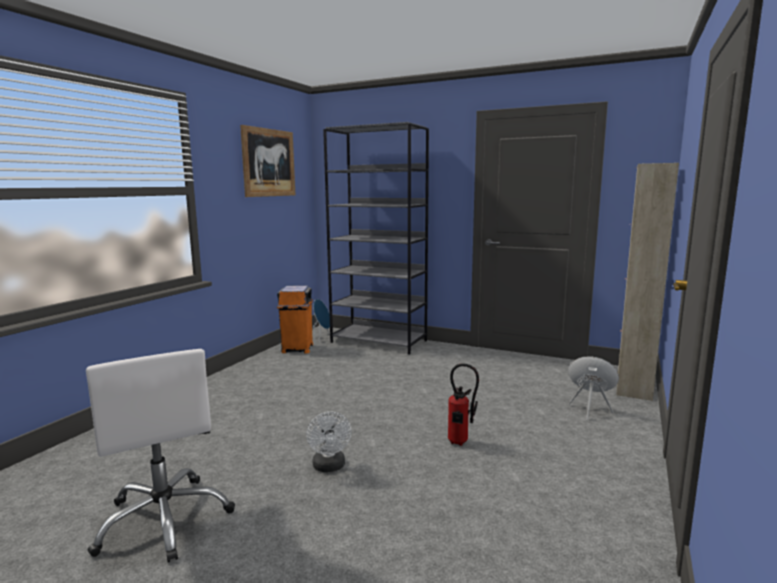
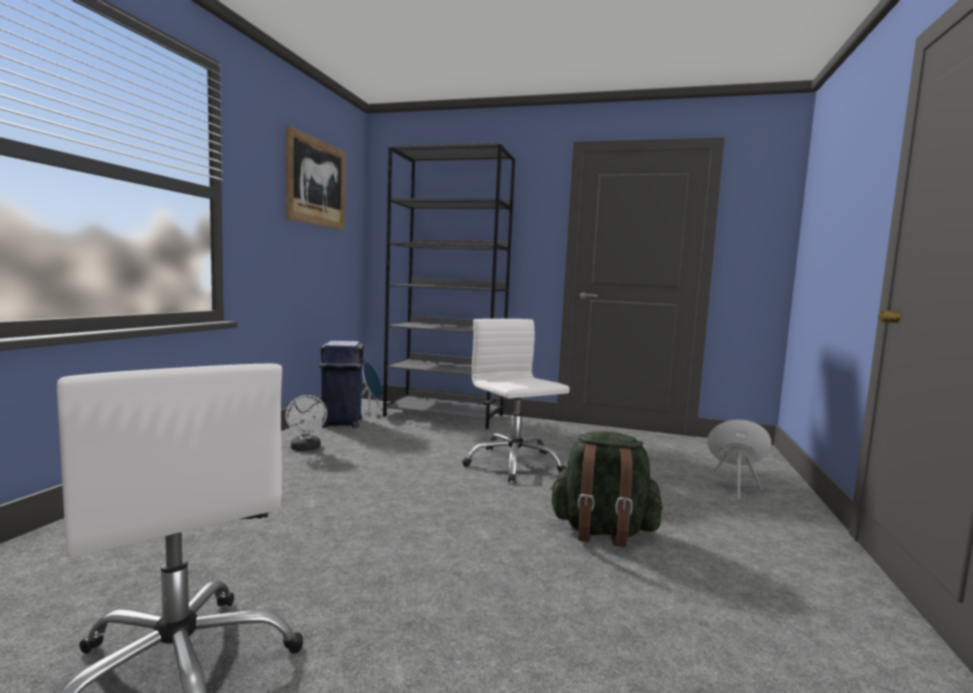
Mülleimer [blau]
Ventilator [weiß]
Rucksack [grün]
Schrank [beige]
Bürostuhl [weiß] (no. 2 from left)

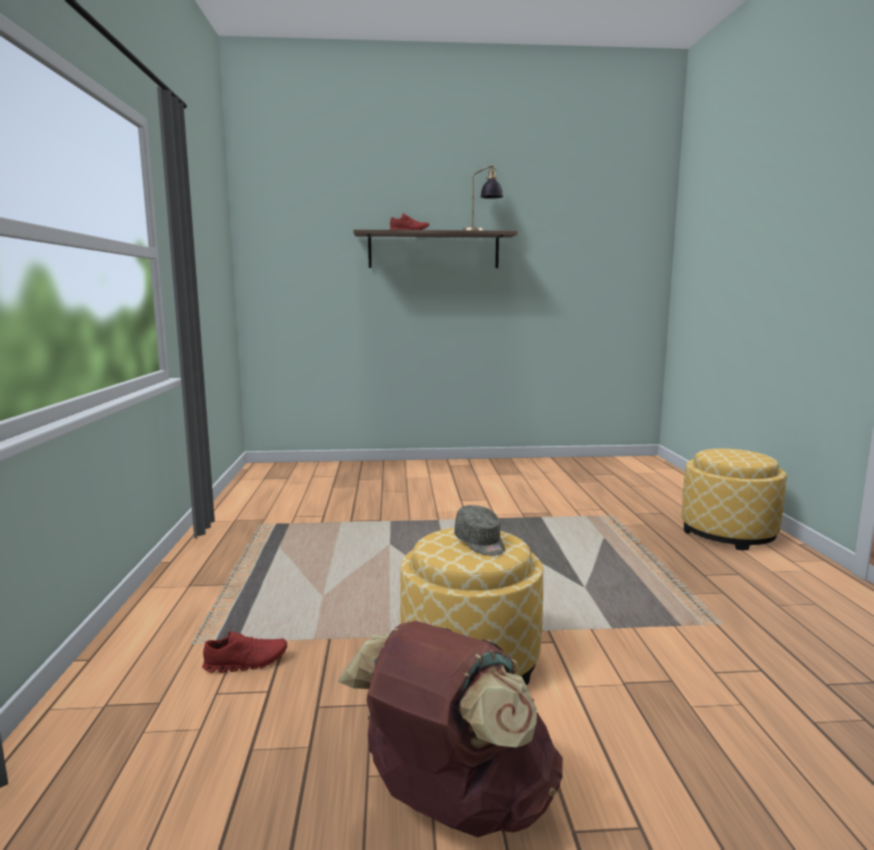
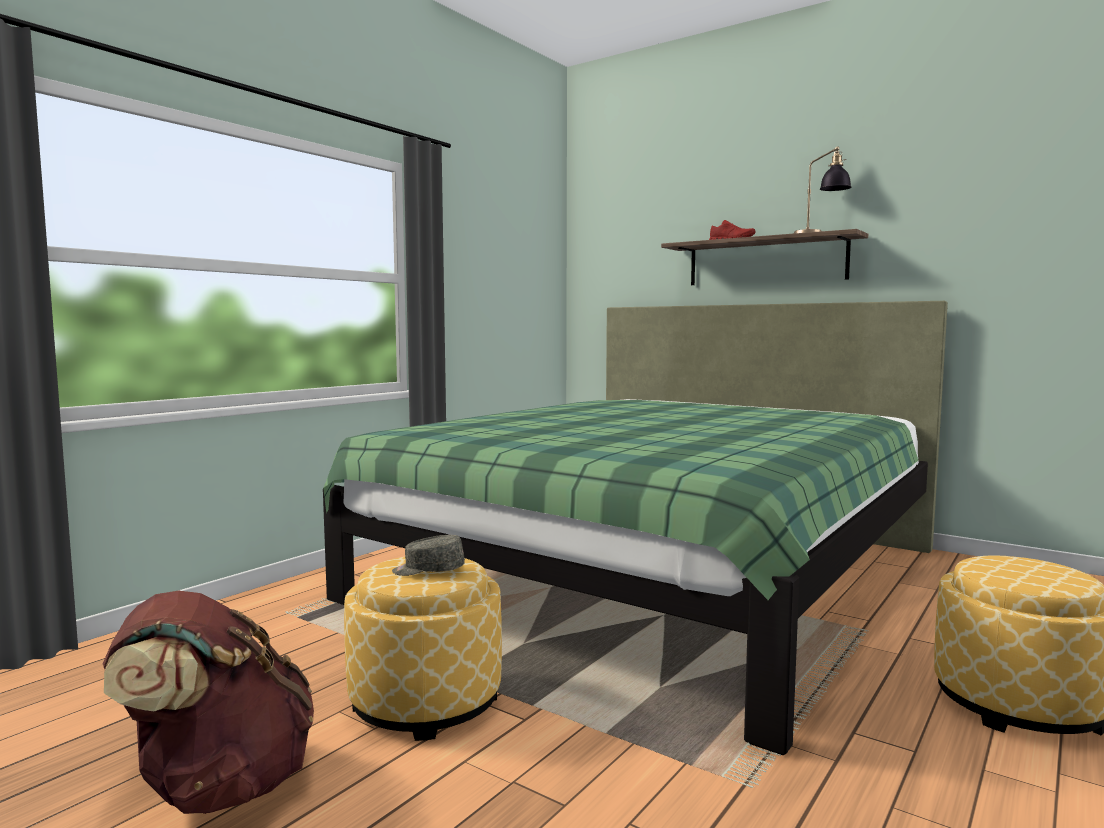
Schuh [rot] (no. 1 from left in the first image)
Kappe [grau]
Bett [grün]

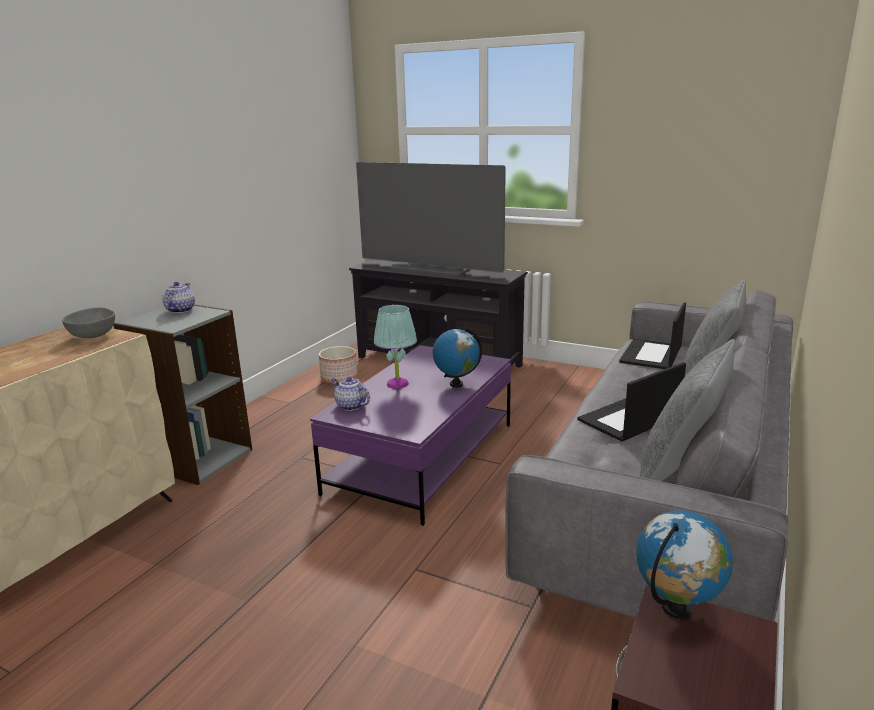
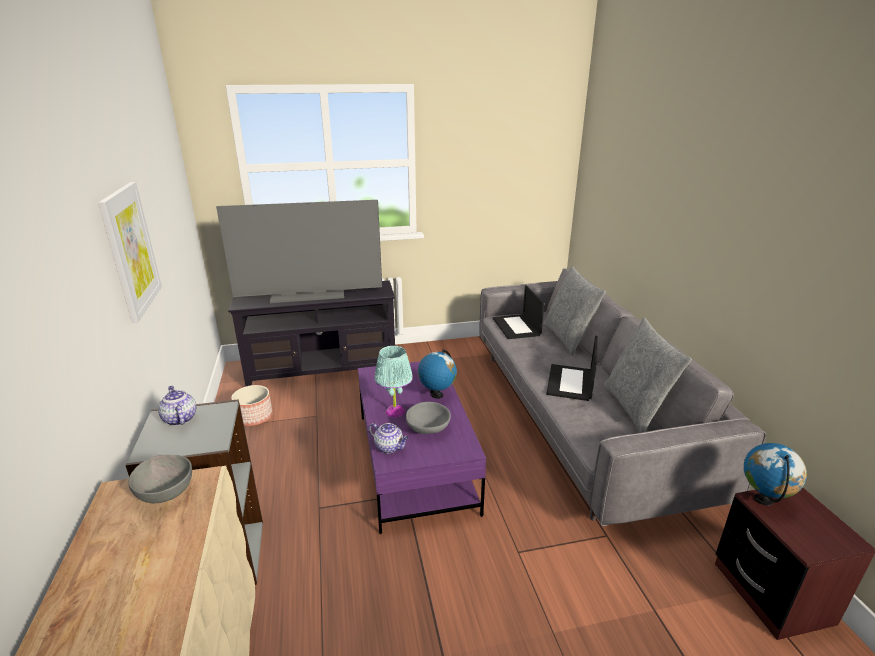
Teekanne (no. 2 from left)
Bild
Schüssel [grau] (no. 2 from left)

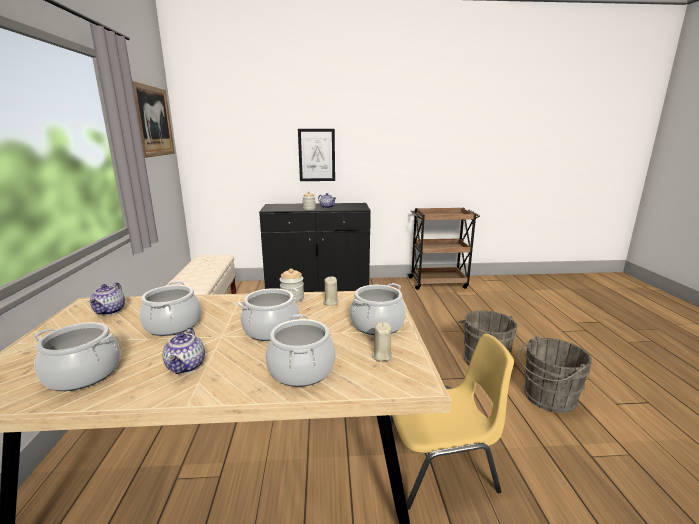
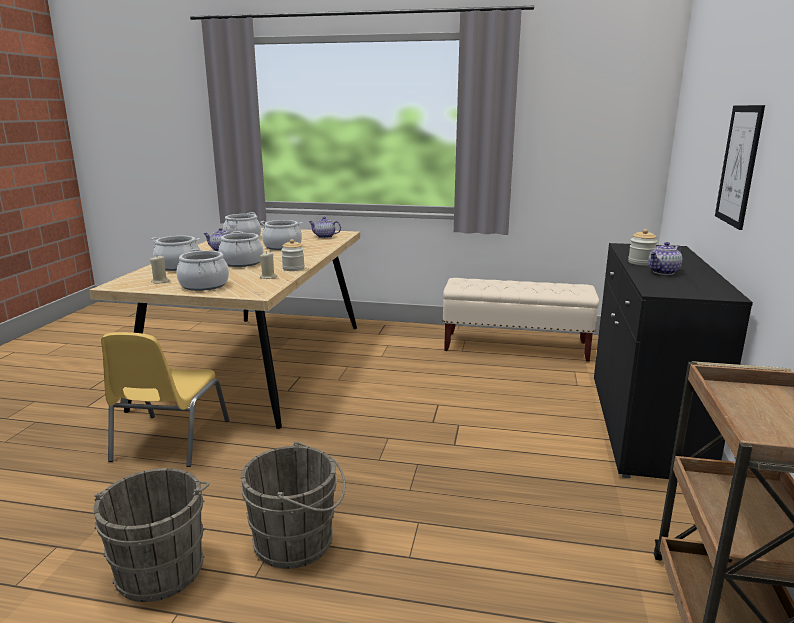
Bild (no. 1 from left in the first image)

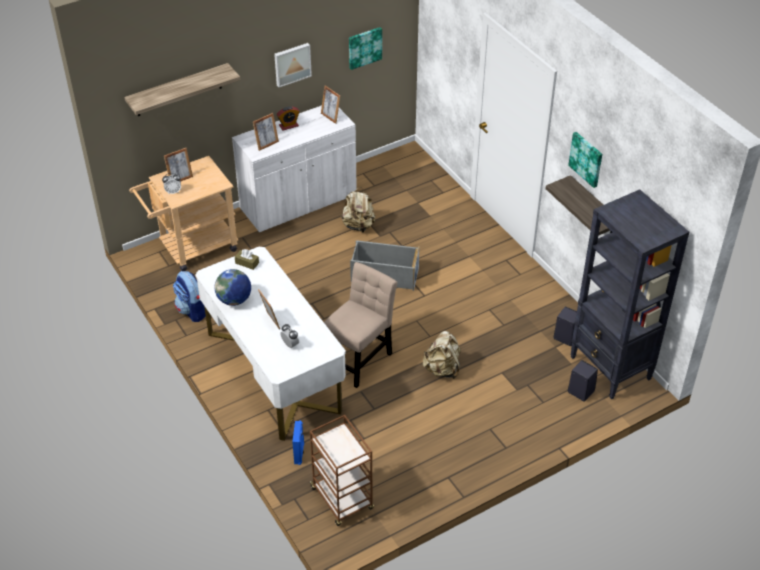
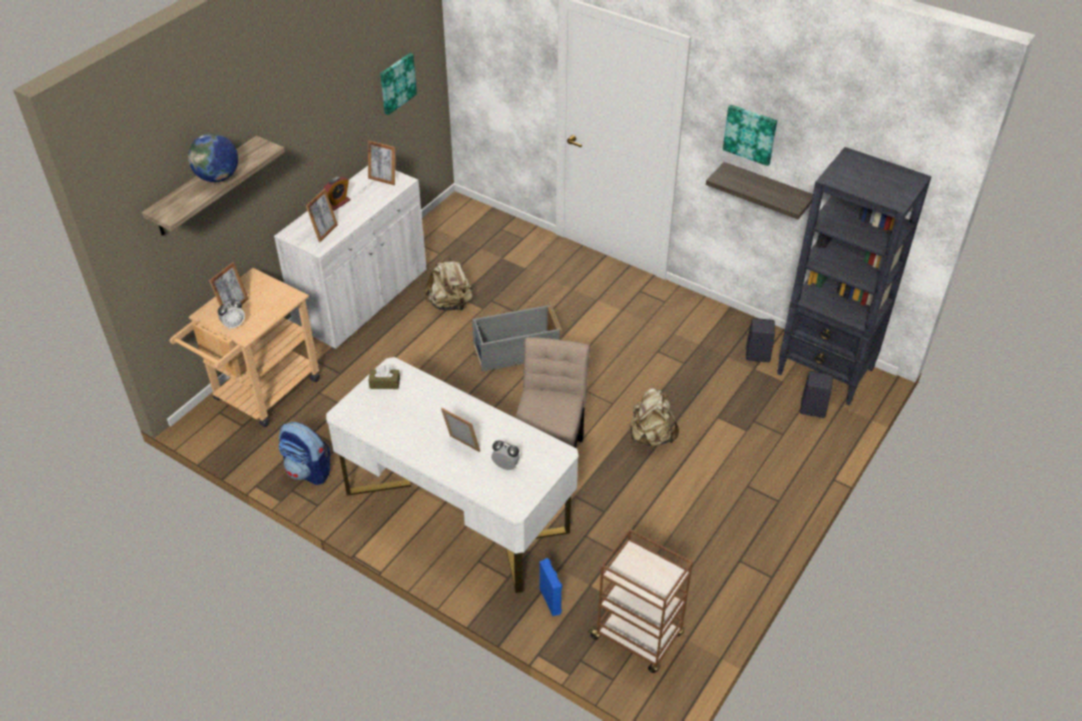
Globus
Bild (no. 1 from left in the first image)

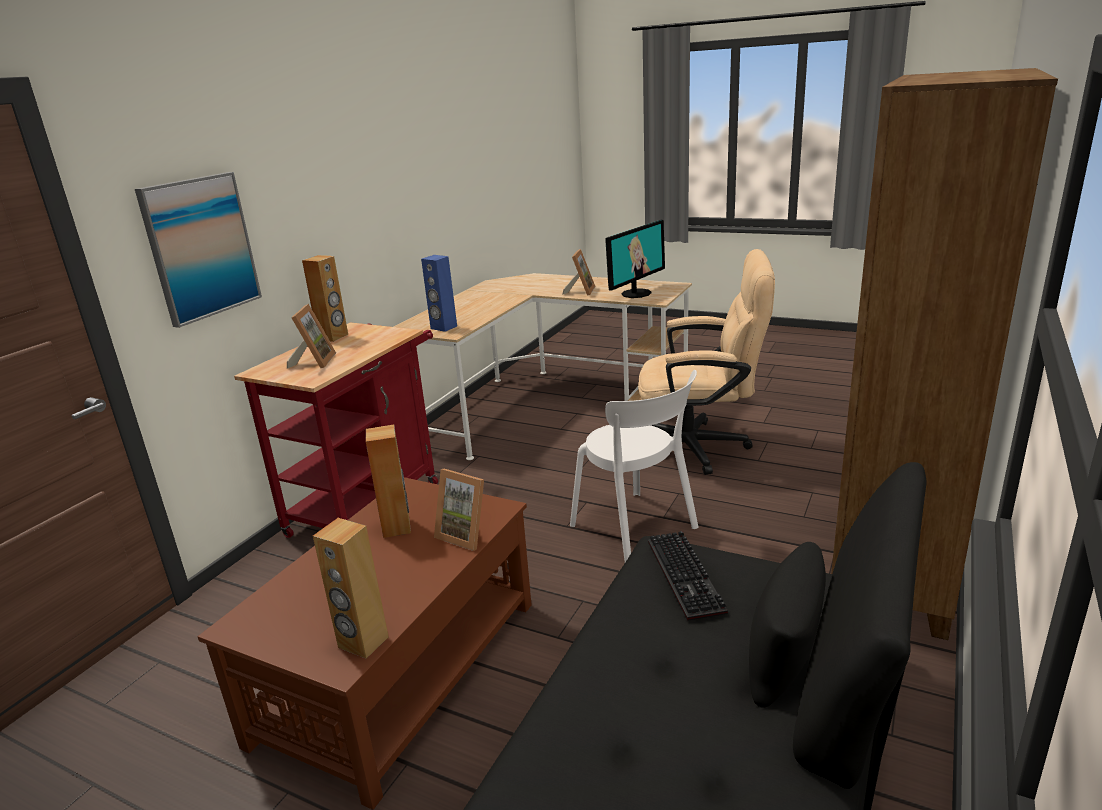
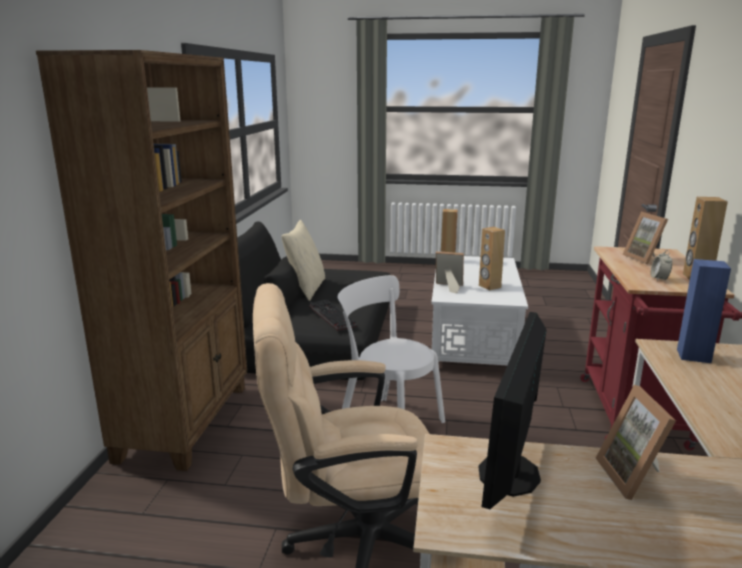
Bild
Couchtisch [weiß]
Kissen [beige]
Wecker

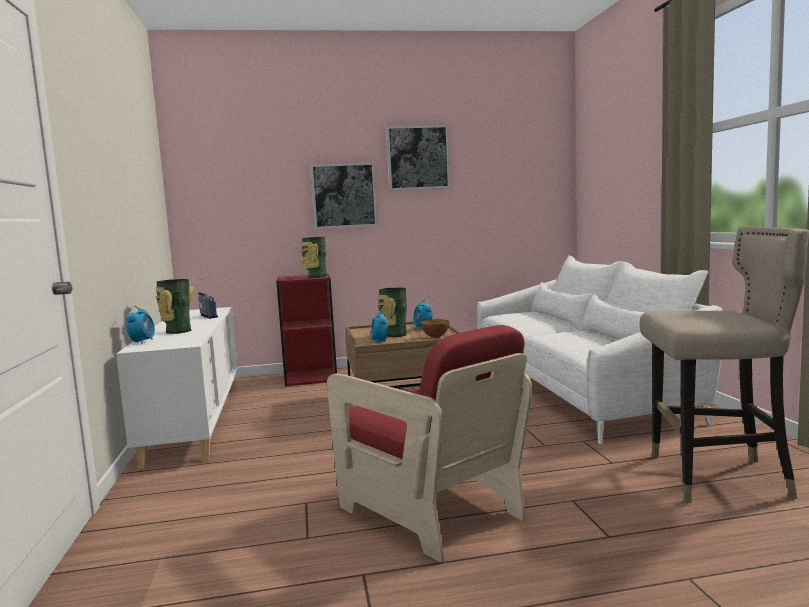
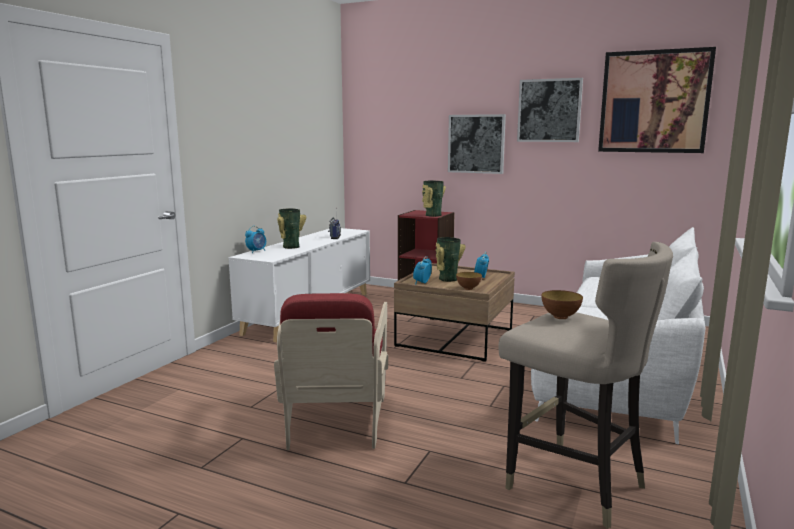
Schüssel (no. 2 from left)
Bild (no. 3 from left)

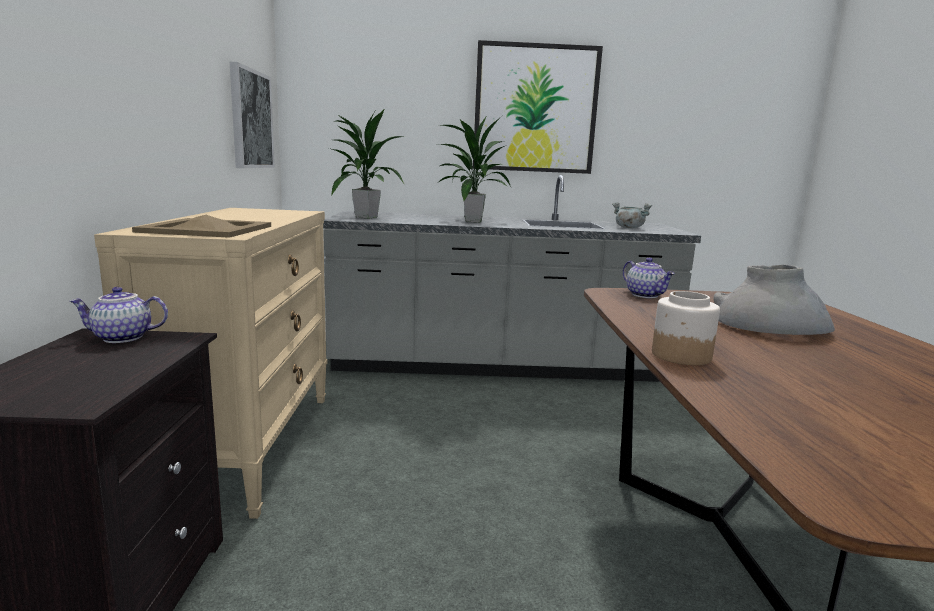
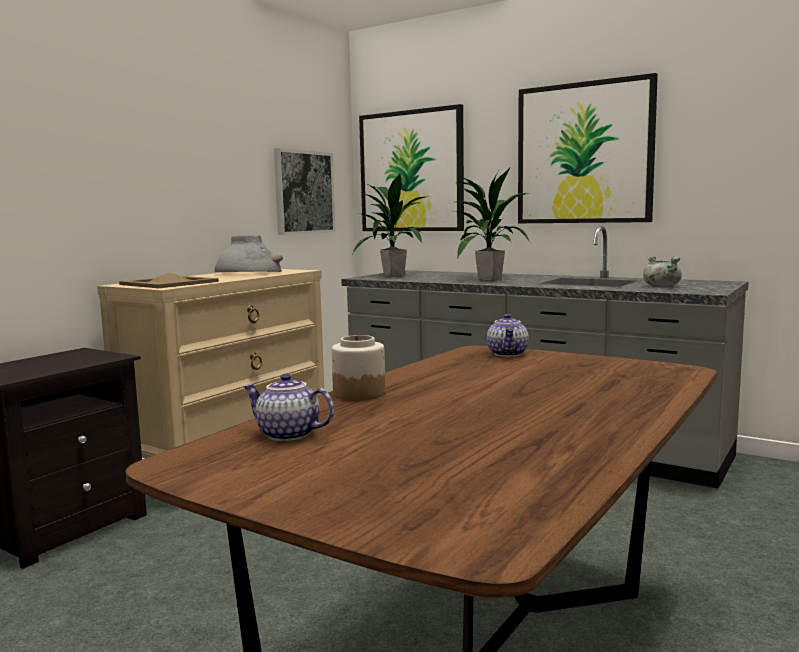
Teekanne (no. 1 from left)
Vase [grau]
Bild (no. 2 from left)

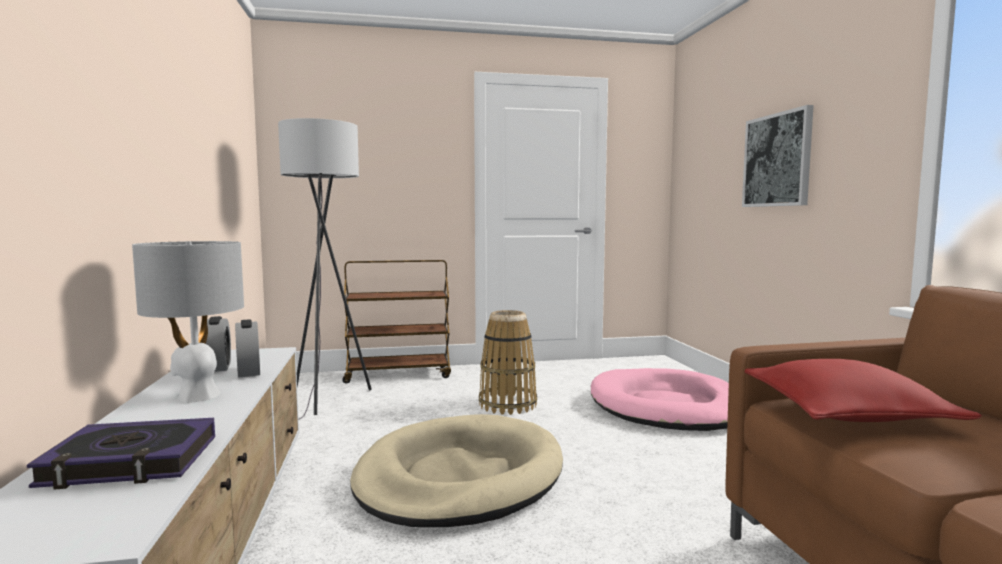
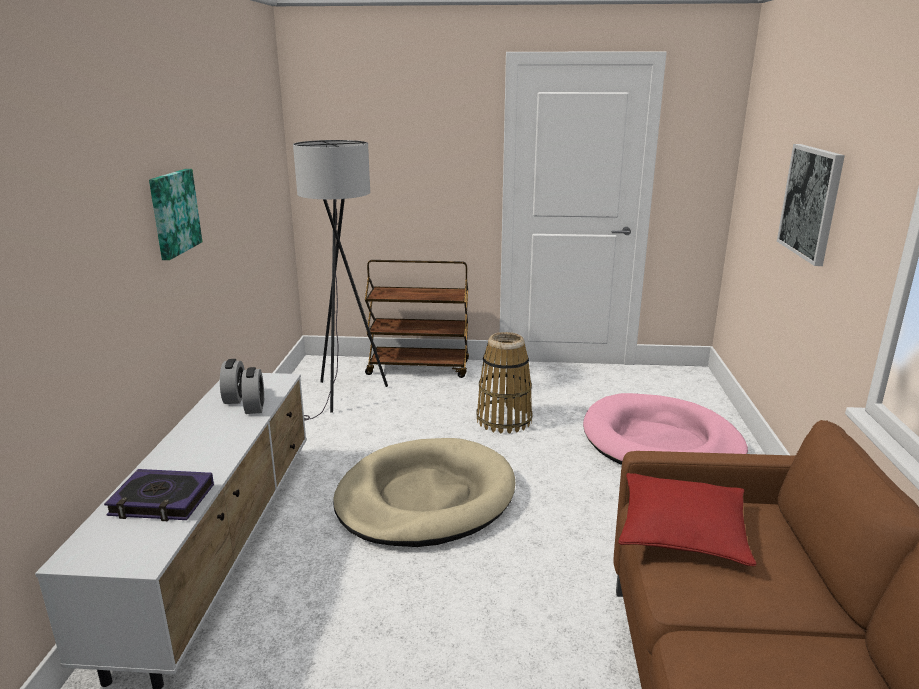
Tischlampe [grau]
Bild (no. 1 from left)

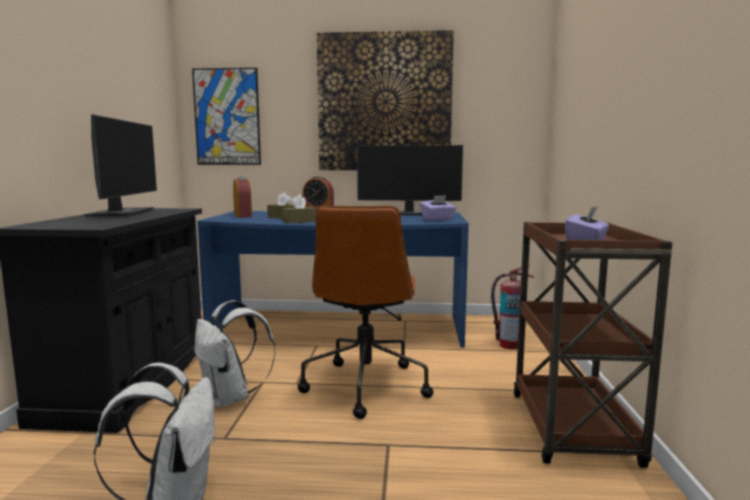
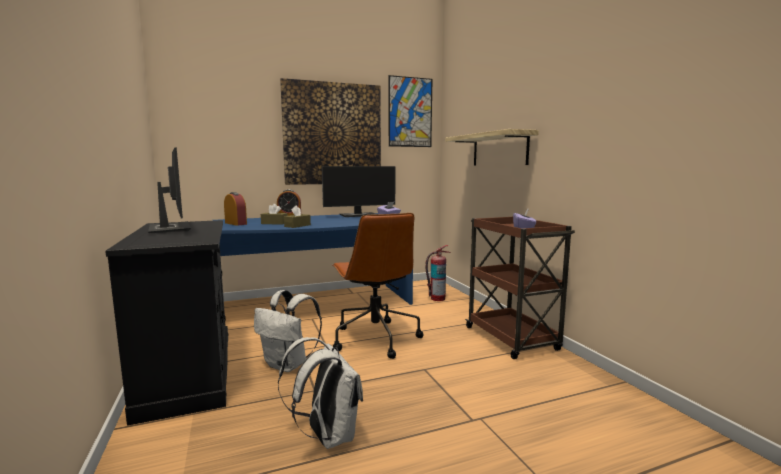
Bild (no. 2 from left)
Wandregal

